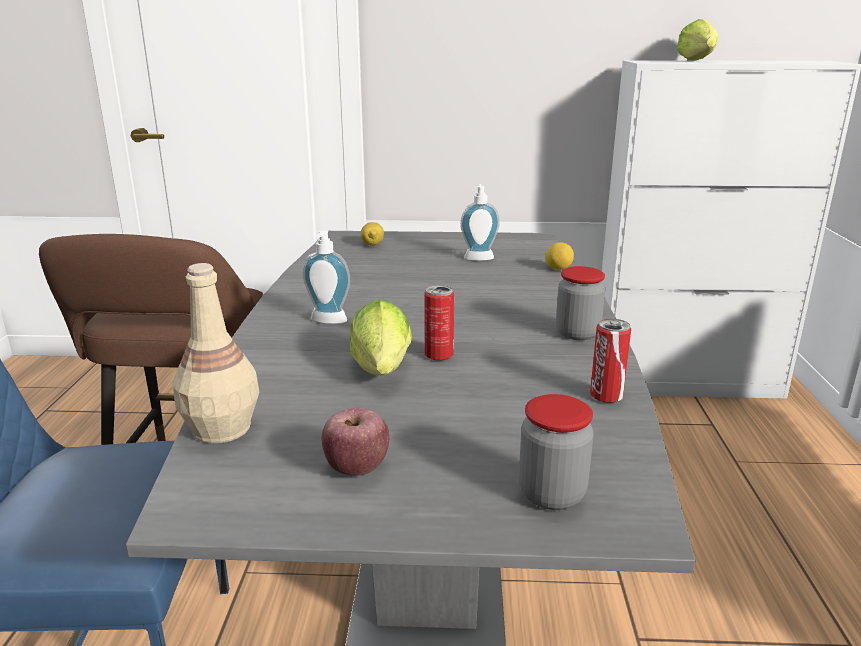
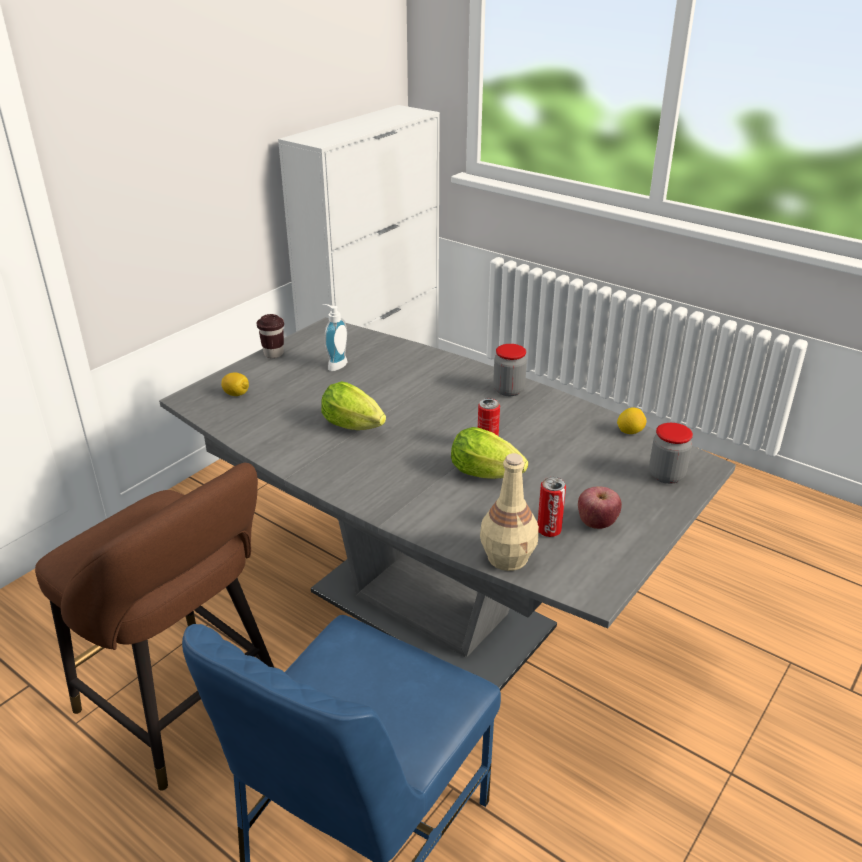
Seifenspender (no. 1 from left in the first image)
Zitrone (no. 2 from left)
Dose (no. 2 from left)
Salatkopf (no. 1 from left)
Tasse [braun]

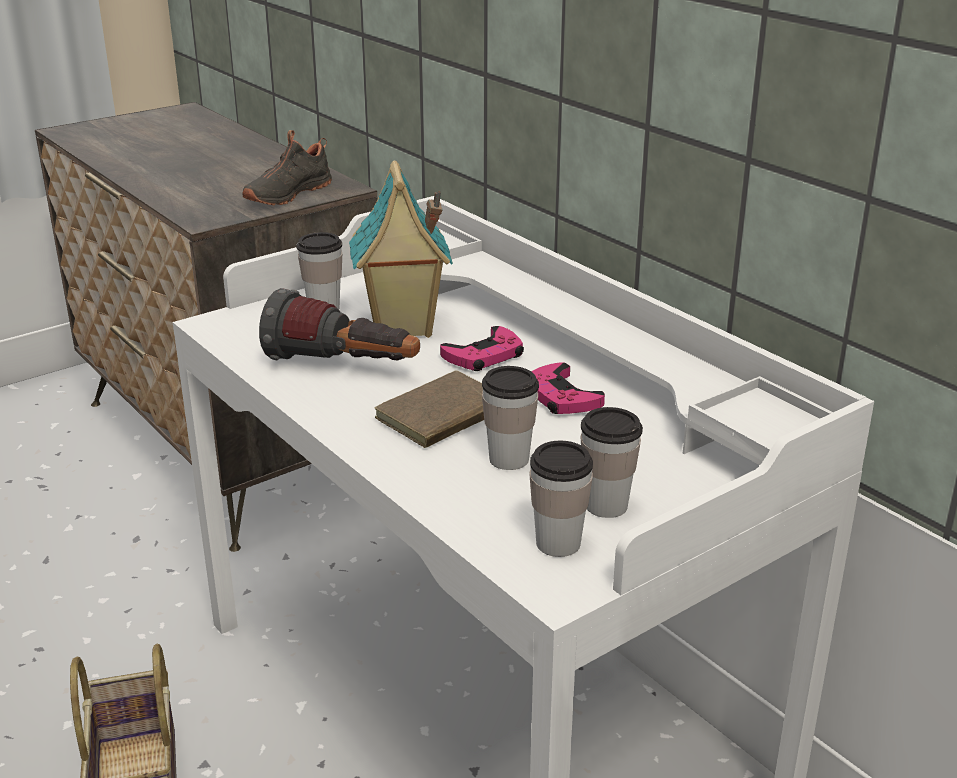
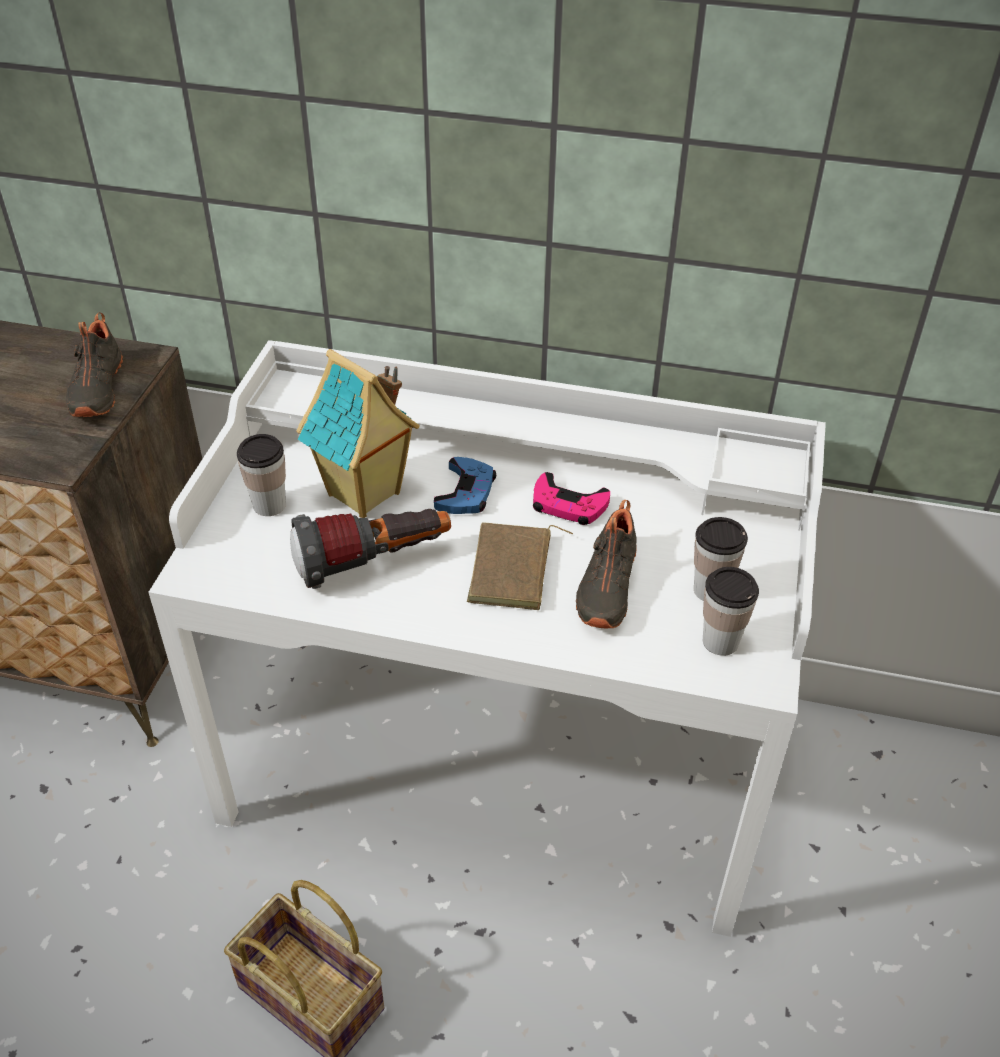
Gamepad [blau]
Schuh [schwarz] (no. 2 from left)

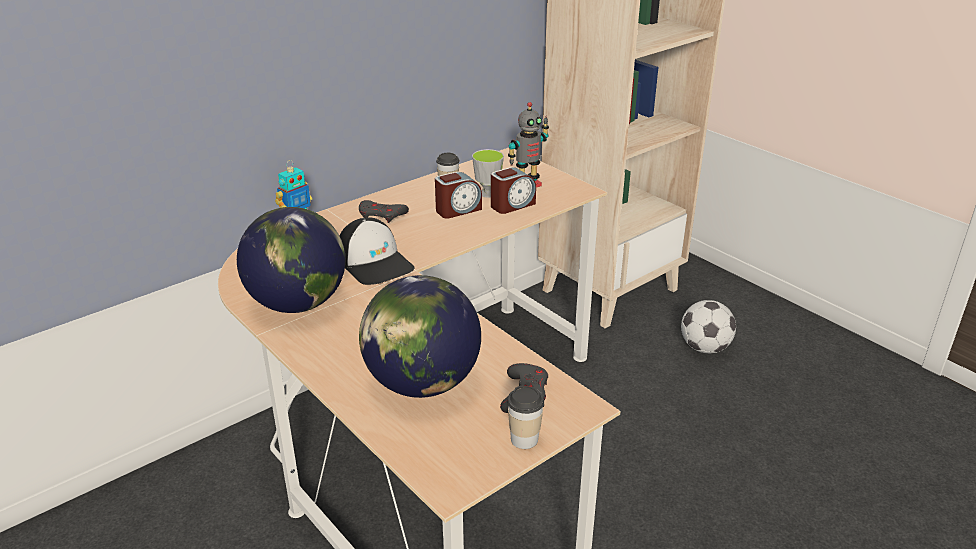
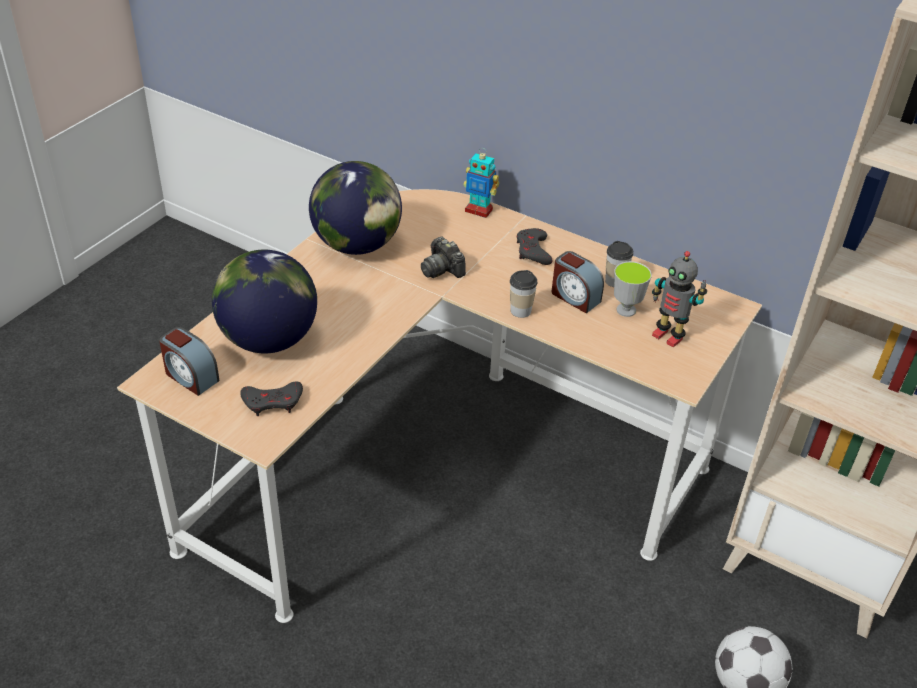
Kamera
Wecker (no. 1 from left)
Tasse (no. 1 from left)

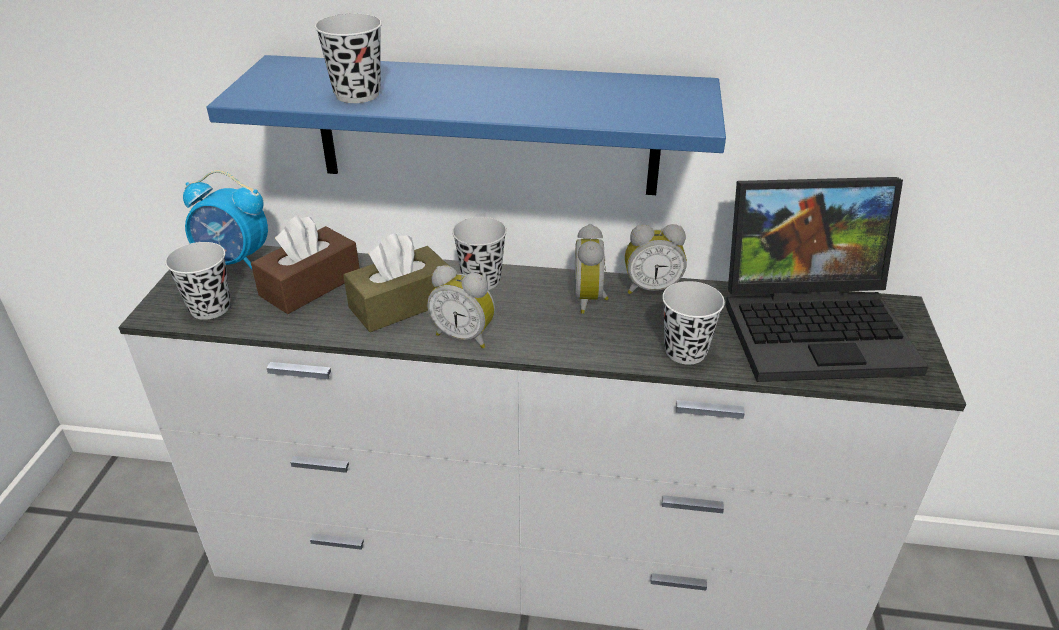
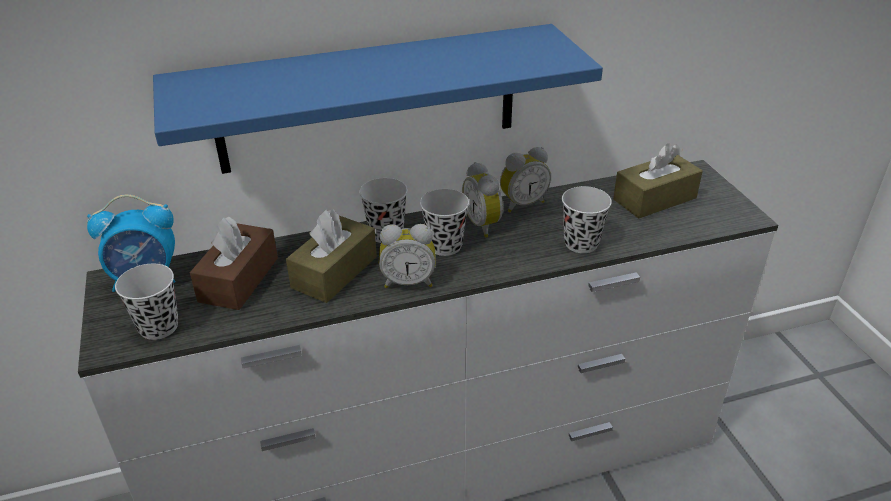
Tasse [schwarz] (no. 3 from left)
Taschentuchbox [braun] (no. 3 from left)

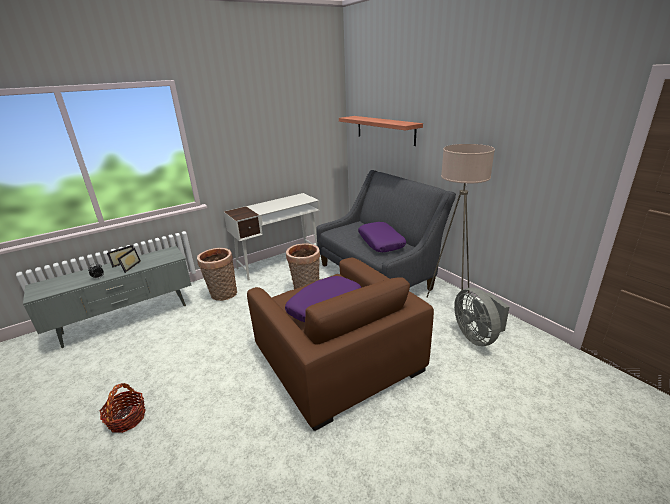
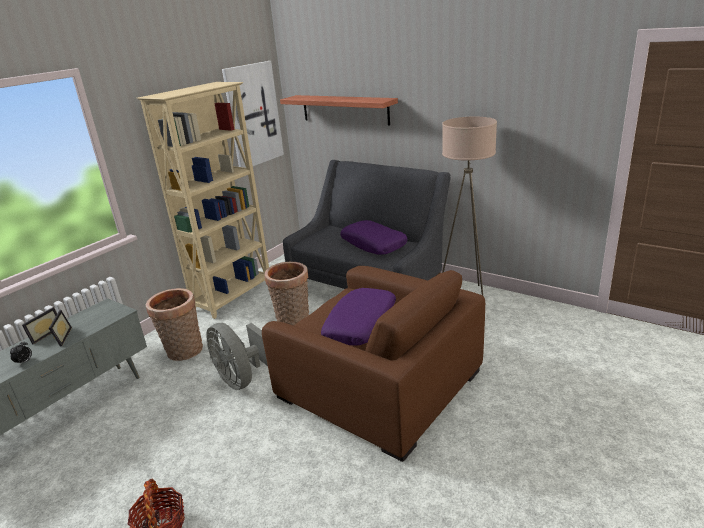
Bücherregal [beige]
Ventilator [grau]
Bild

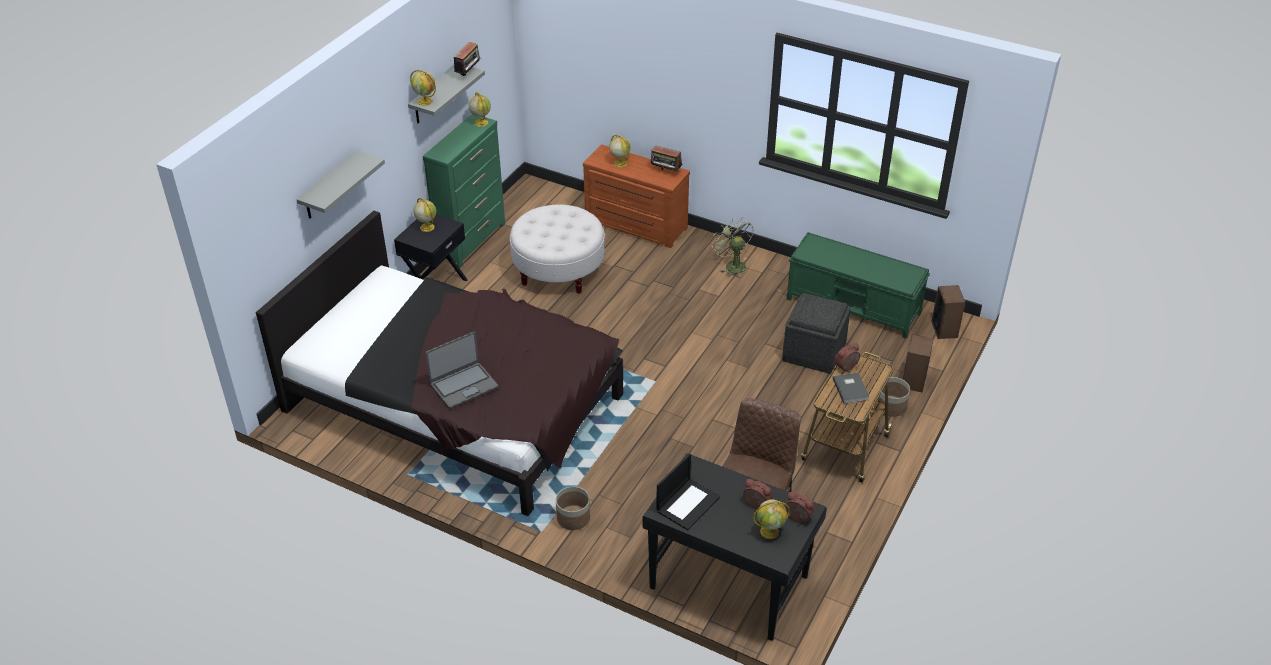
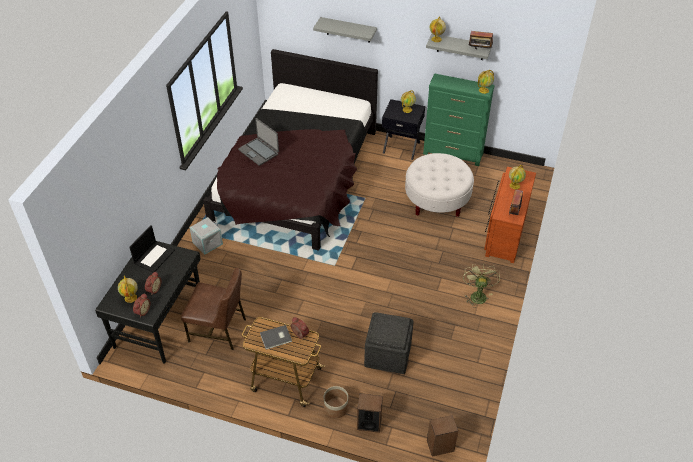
Aufbewahrungsbox [grau]
Laptop (no. 1 from left)
Ventilator [grün]
Bank [grün]

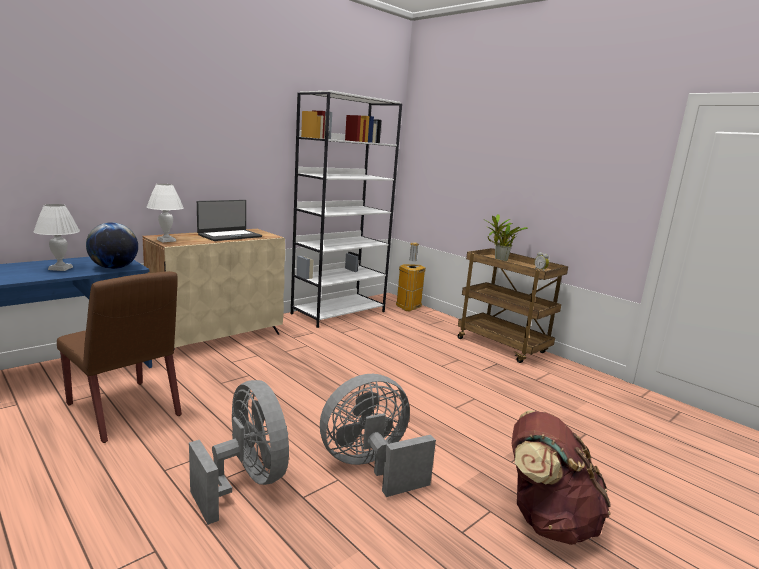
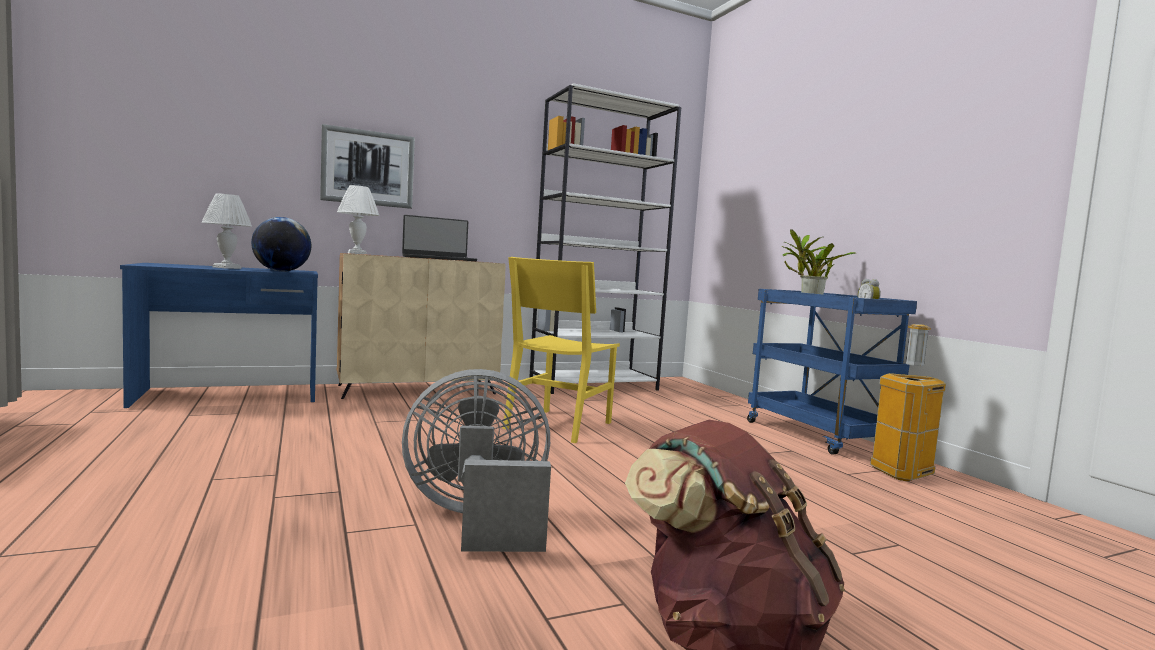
Stuhl [braun]
Ventilator [grau] (no. 1 from left in the first image)
Mülleimer
Rollwagen [blau]
Bild
Stuhl [gelb]

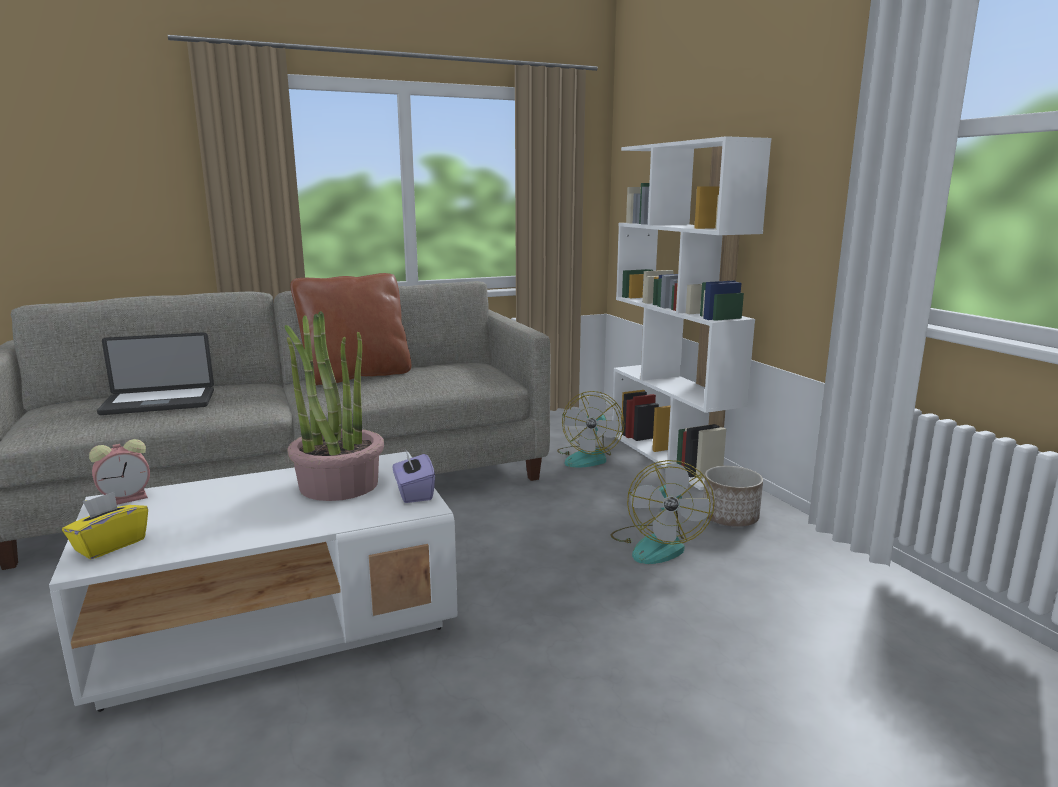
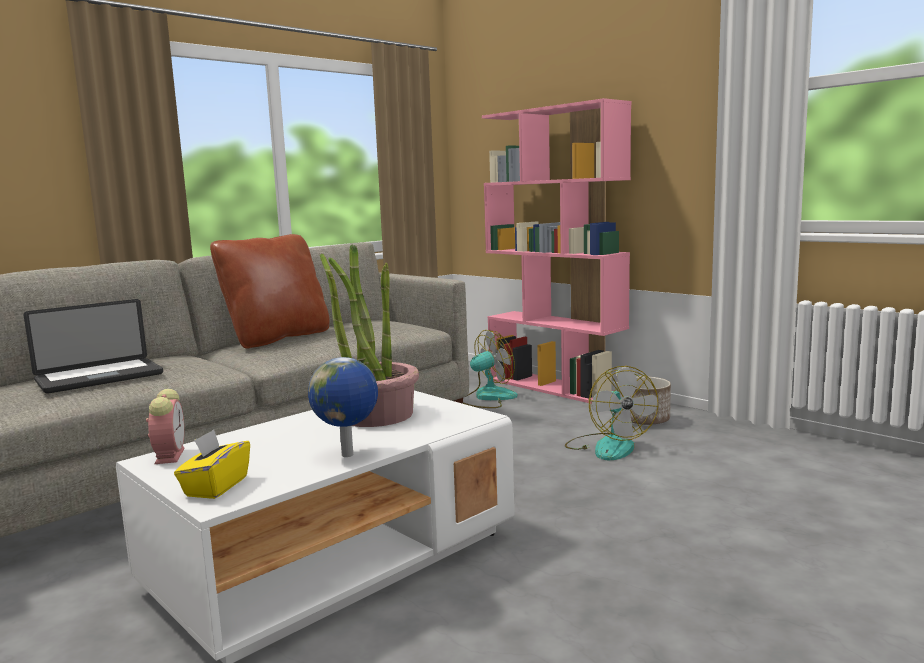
Wecker
Taschentuchbox [lila]
Ventilator (no. 1 from left)
Bücherregal [rosa]
Globus

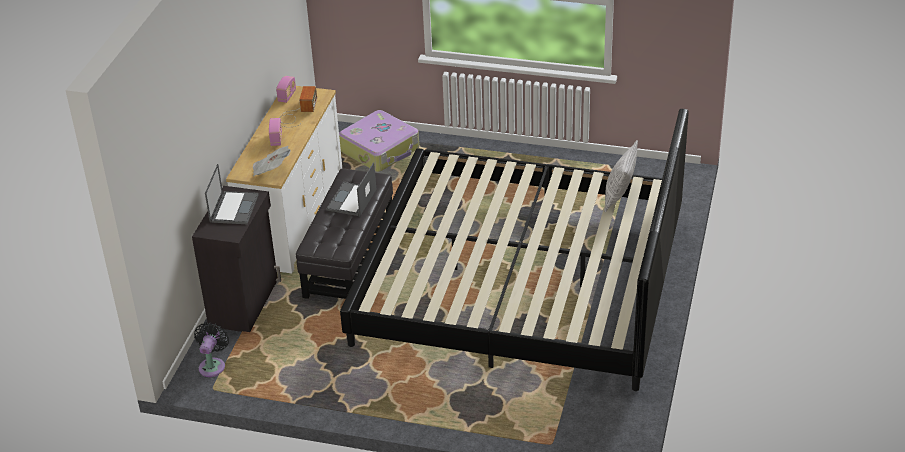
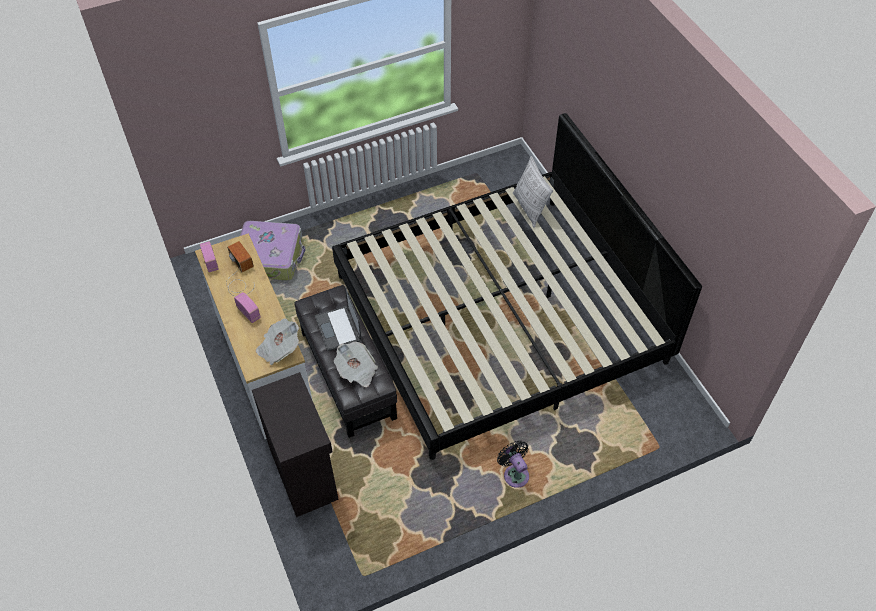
Ventilator [schwarz]
Laptop (no. 1 from left in the first image)
Zeitung (no. 2 from left)

